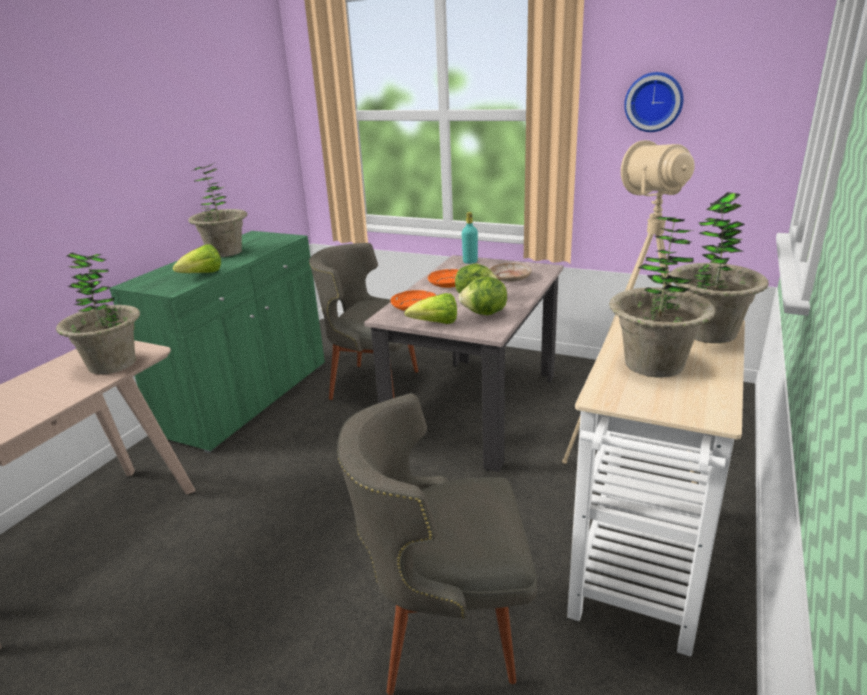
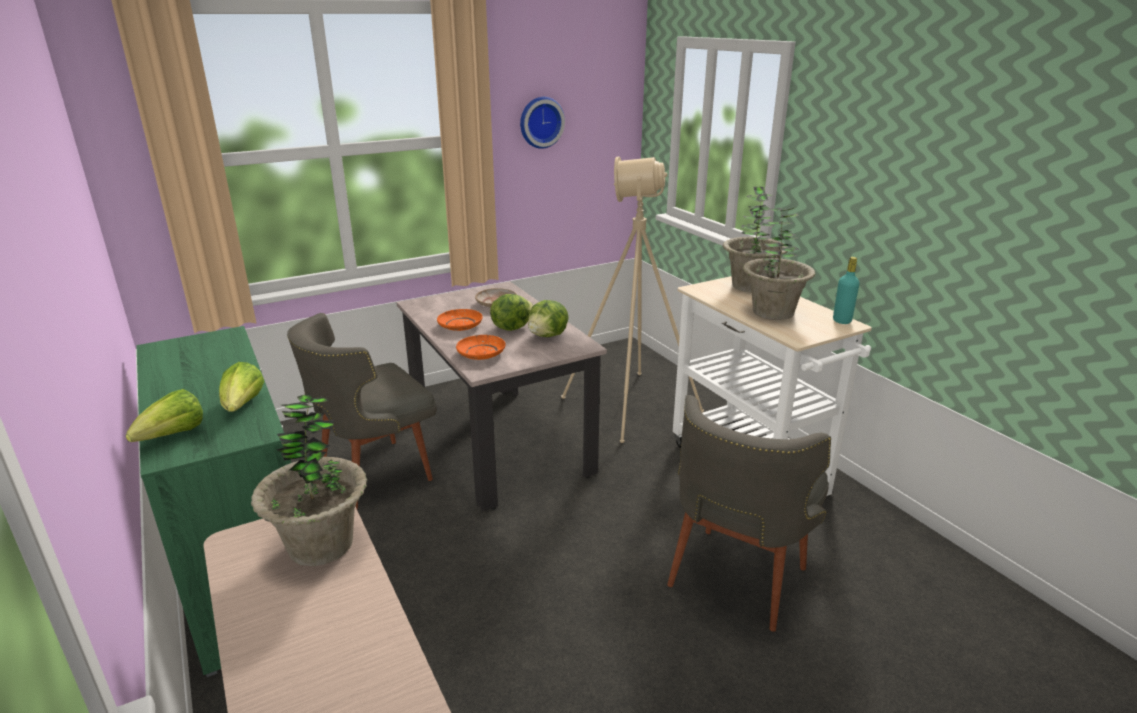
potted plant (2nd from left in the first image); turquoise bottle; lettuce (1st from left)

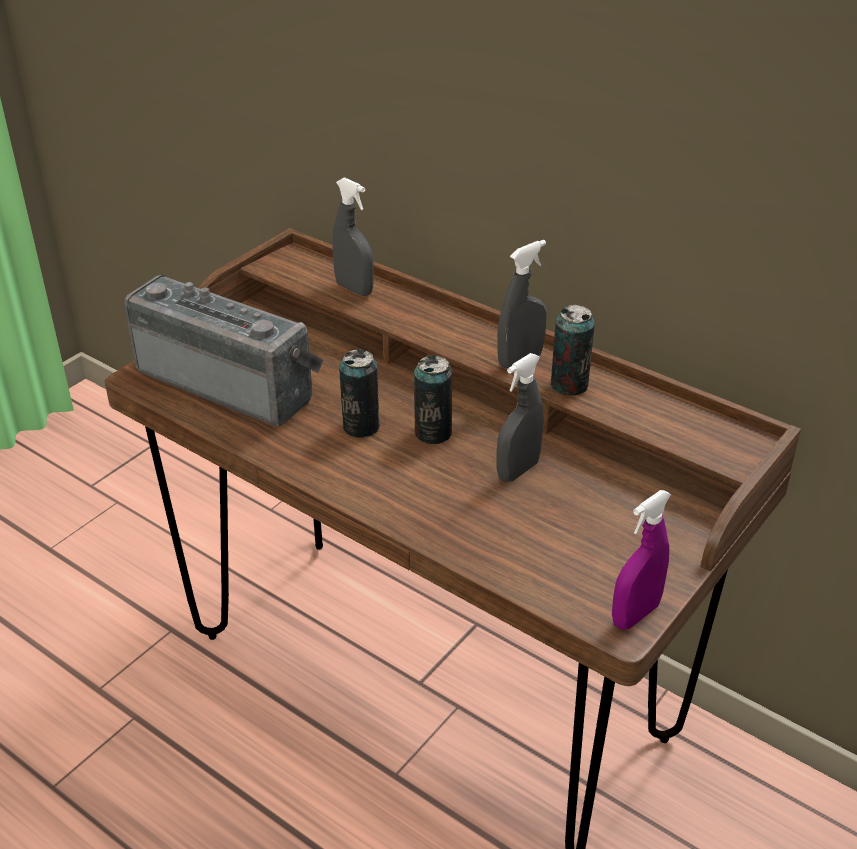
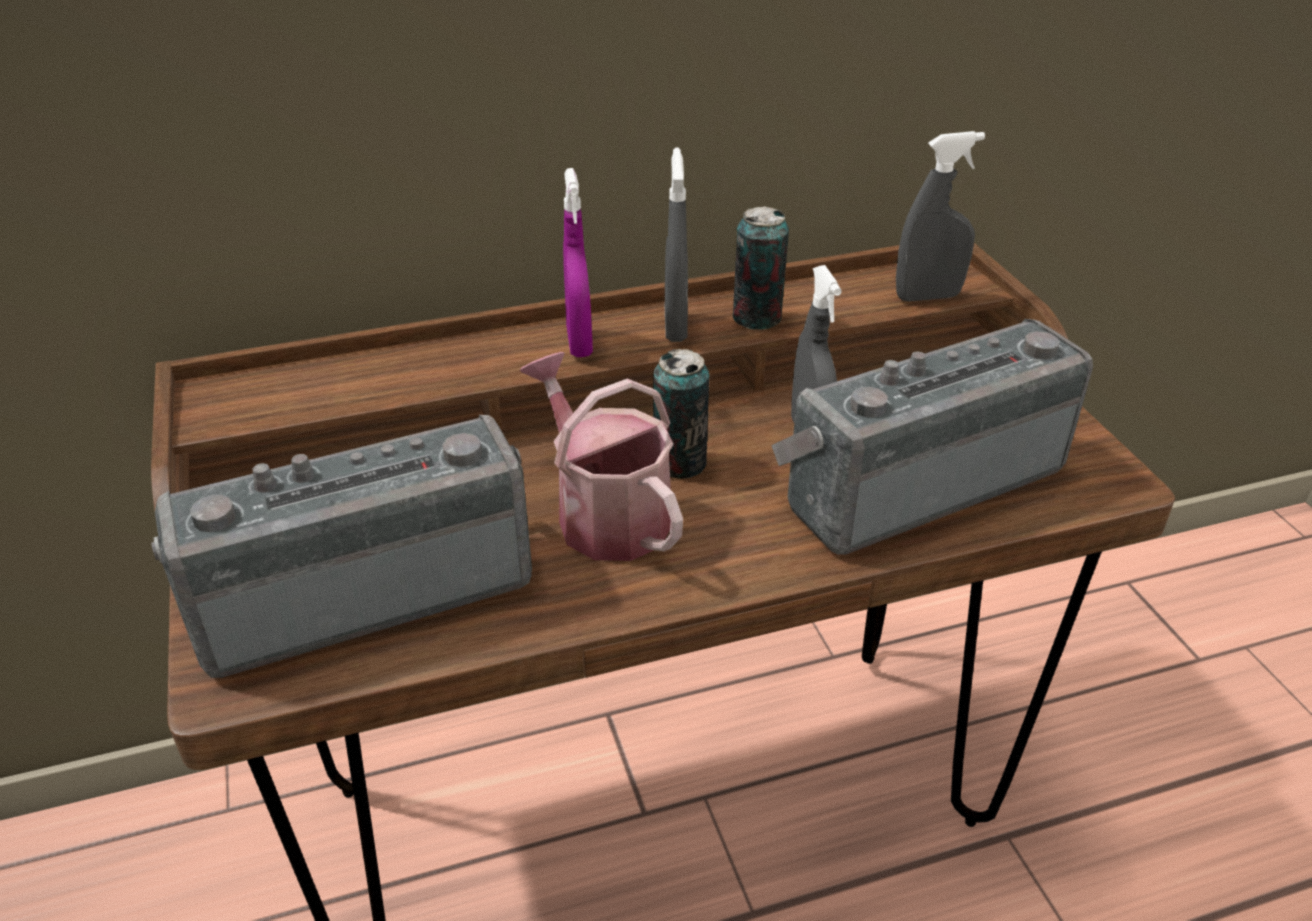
grey spray bottle (3rd from left); watering can; purple spray bottle; radio (2nd from left)

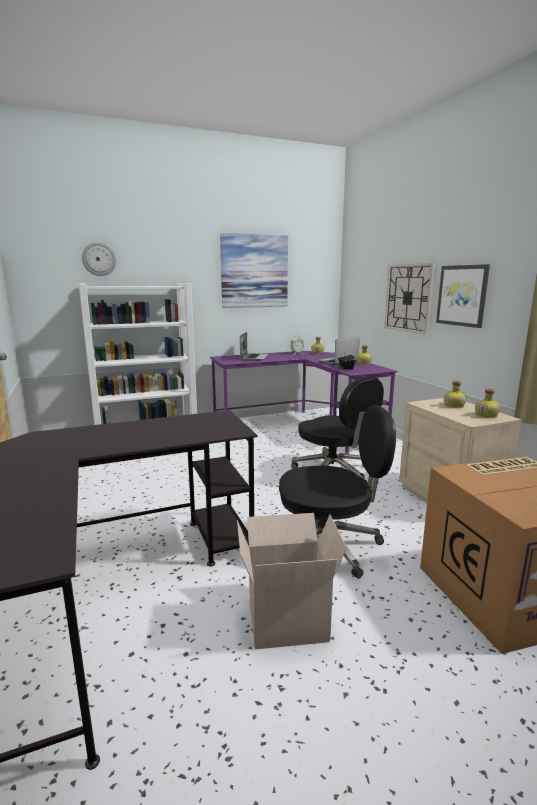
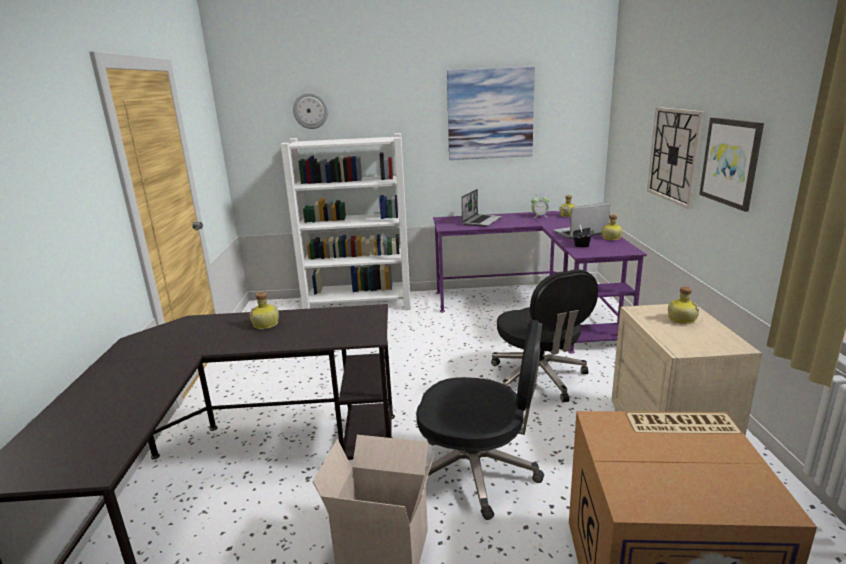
bottle (1st from left)

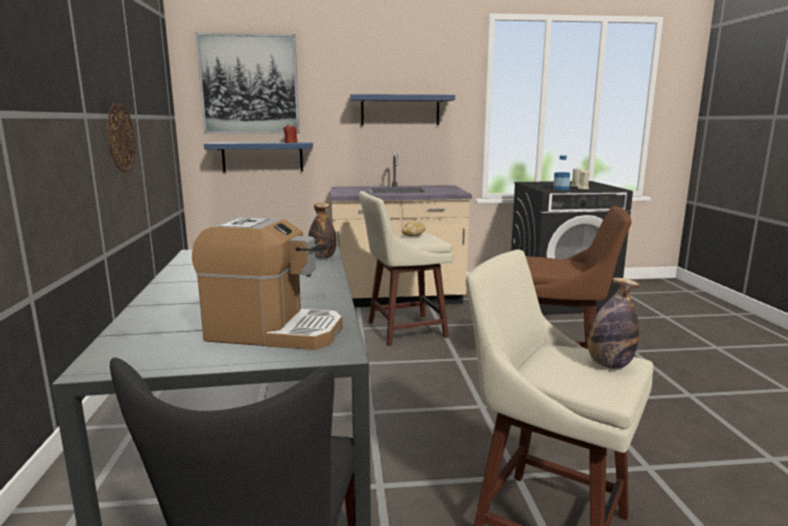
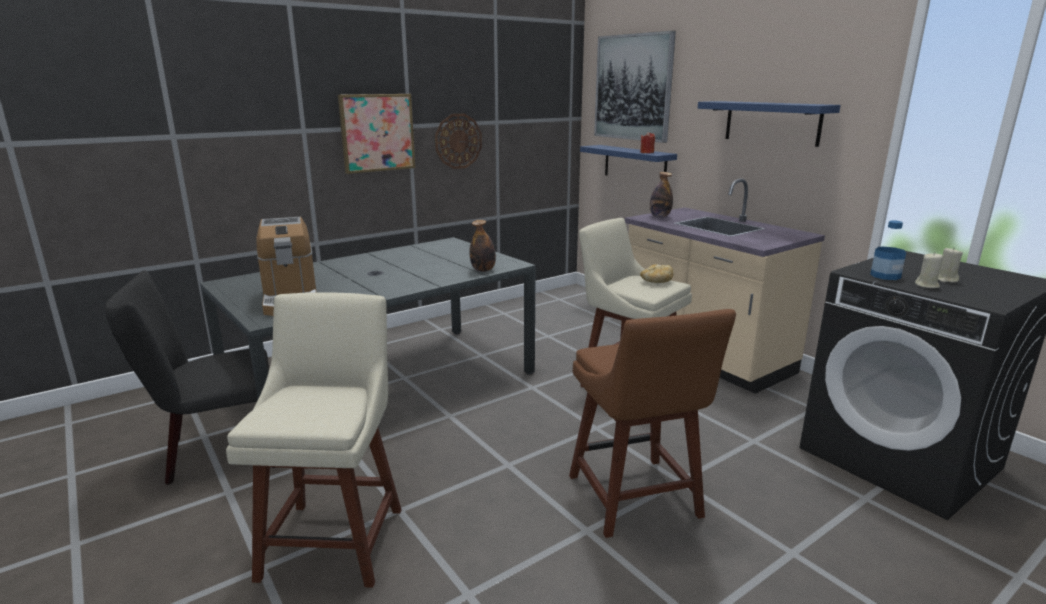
bottle (2nd from left); picture (1st from left)

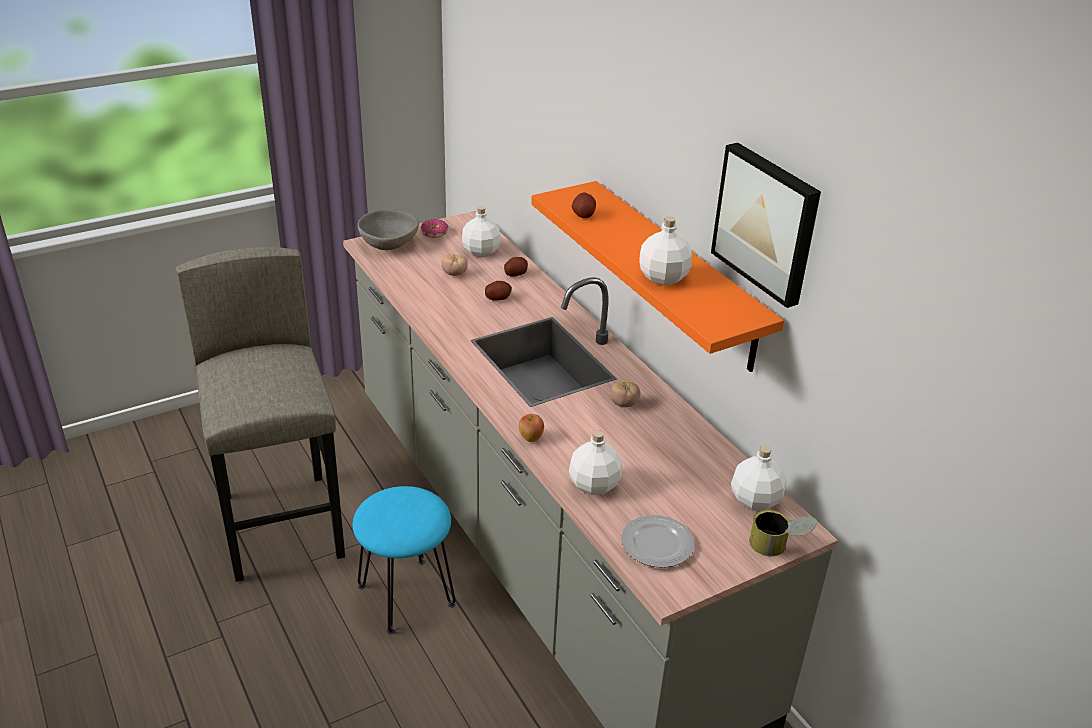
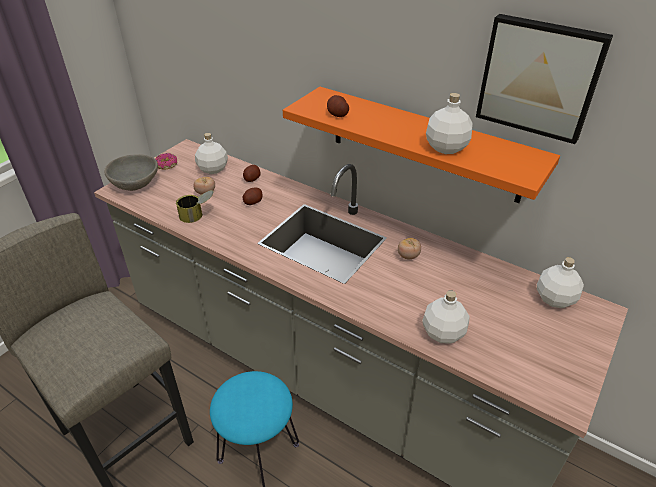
apple; can; plate

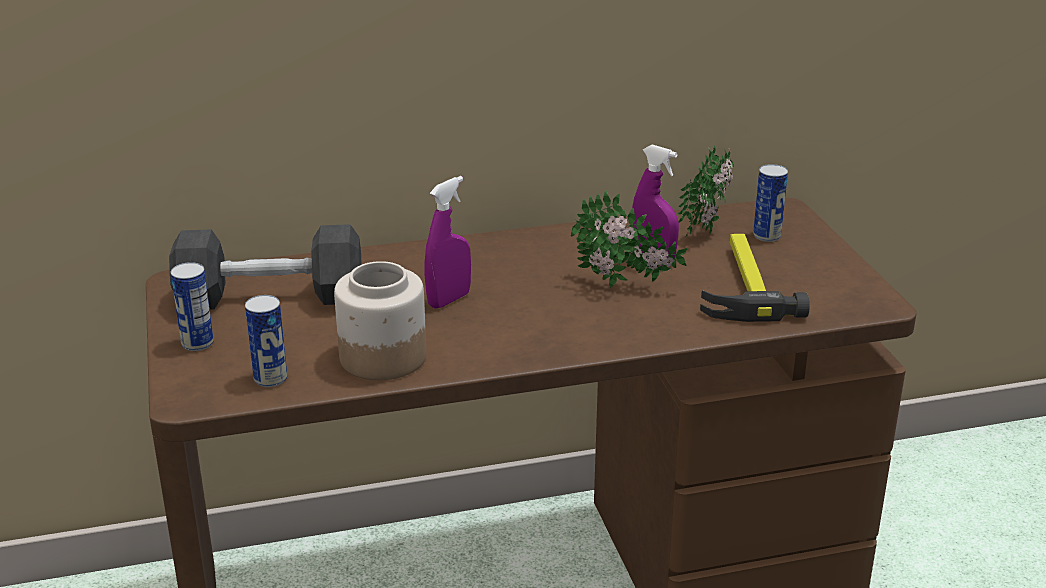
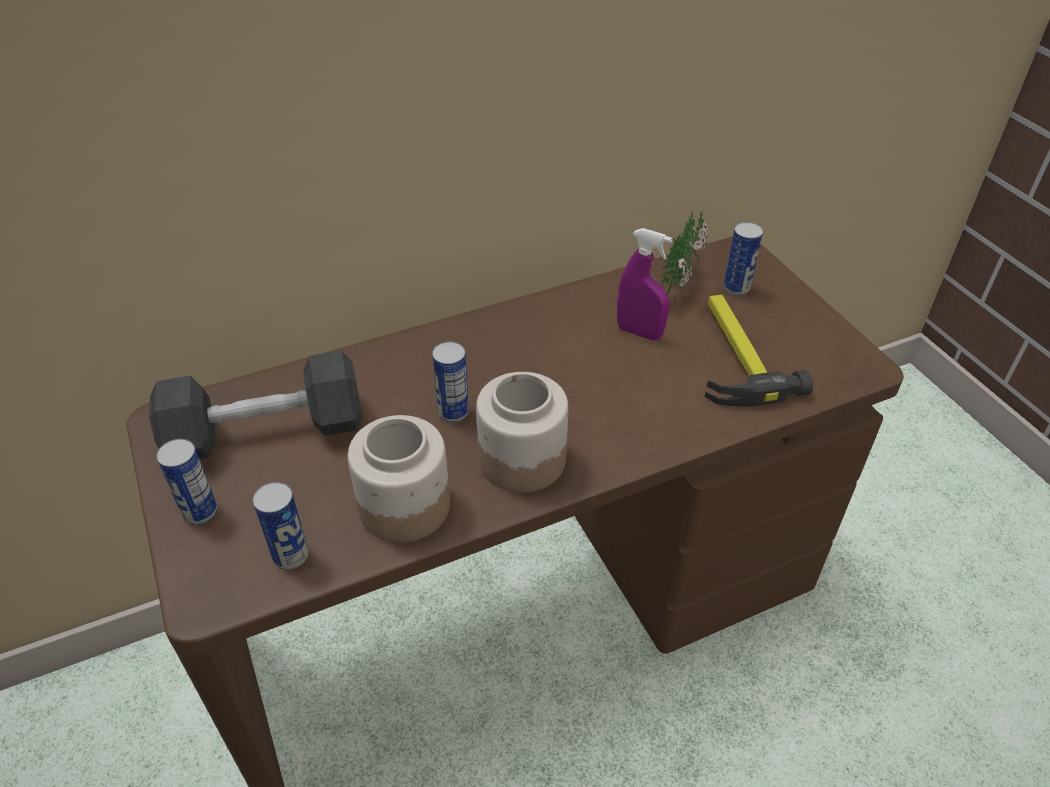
can (3rd from left); potted plant (1st from left in the first image); jar (2nd from left)

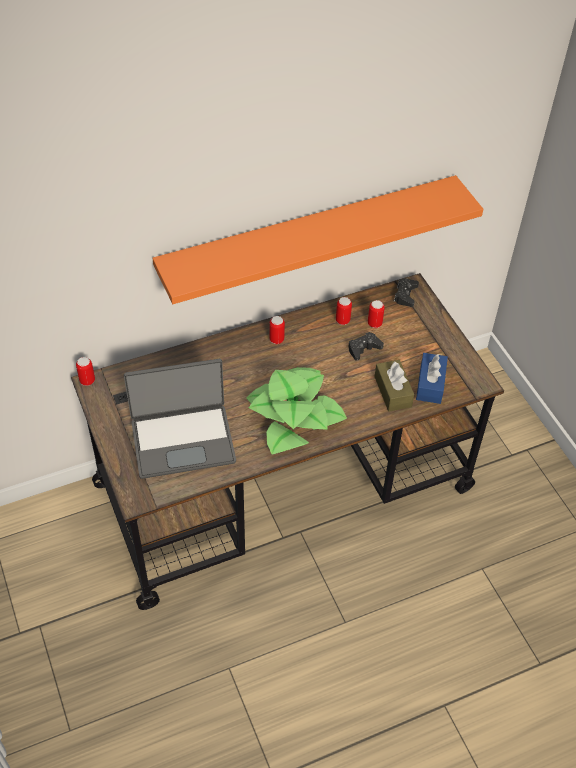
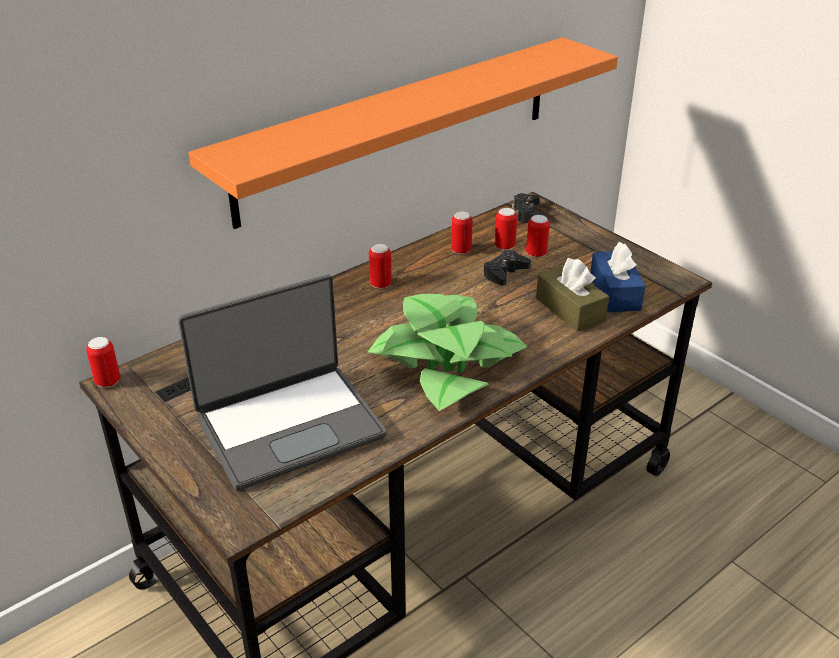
can (5th from left)

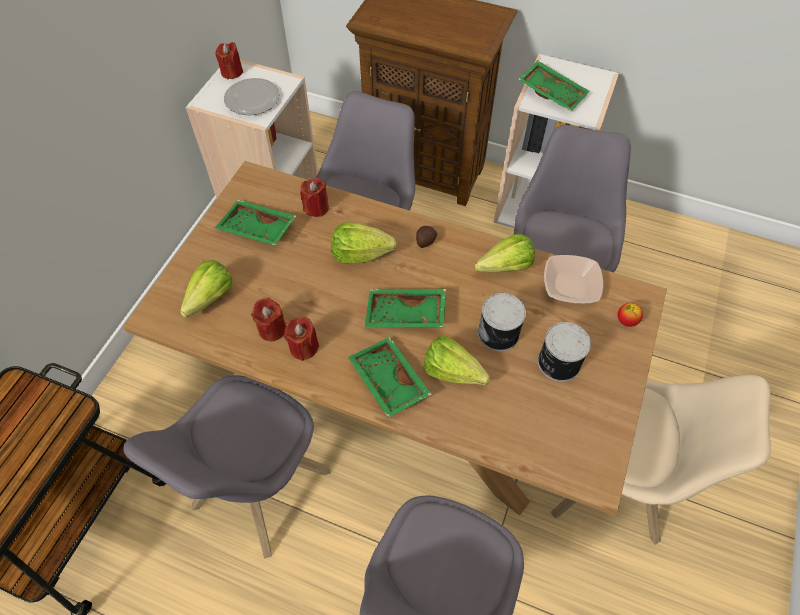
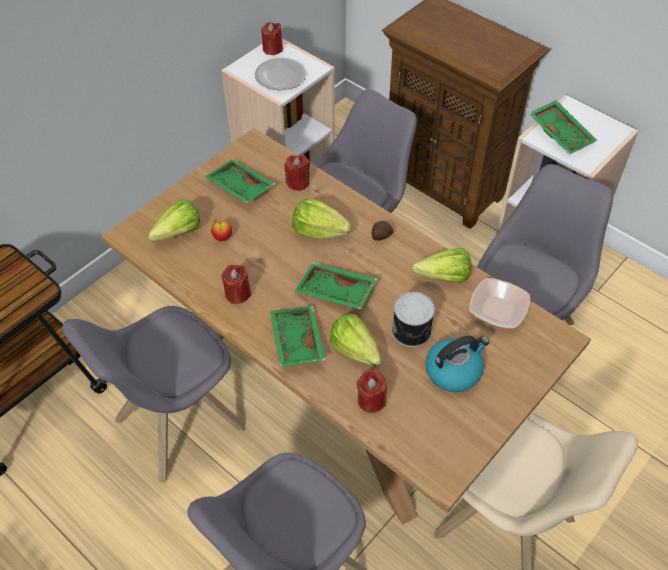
red candle (4th from left); apple; kettle

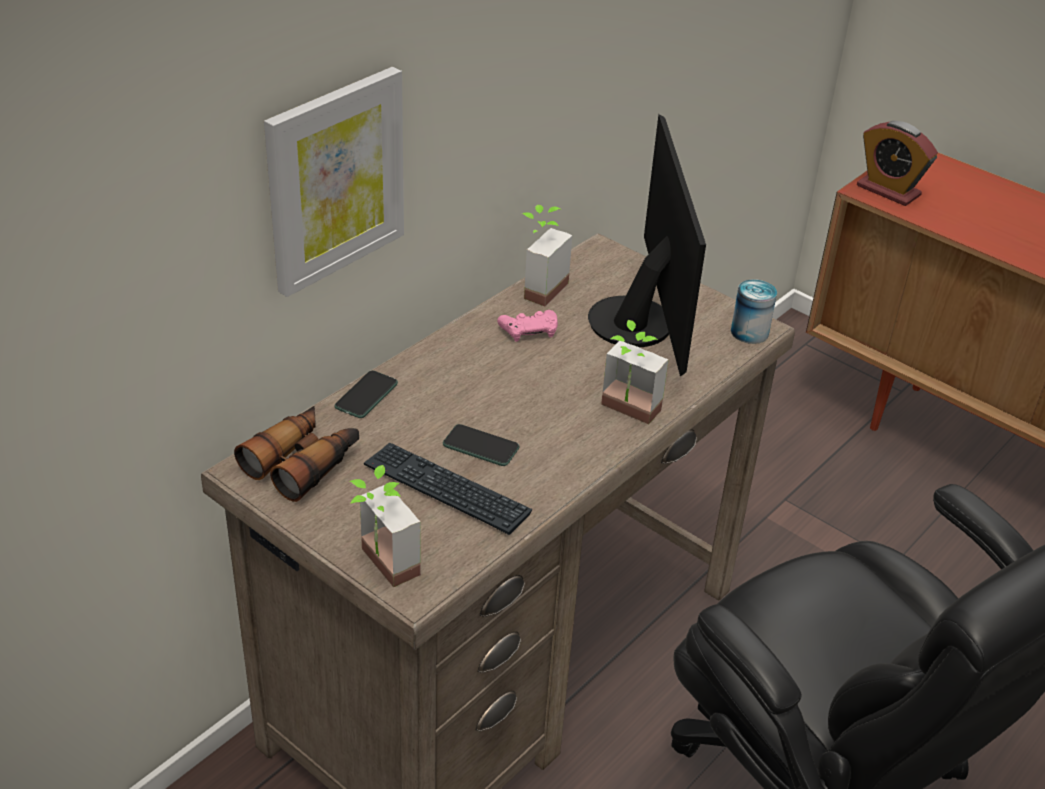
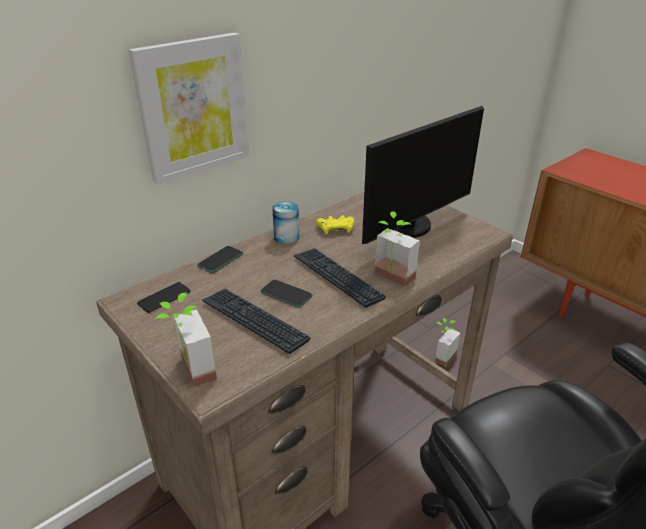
monitor; alarm clock; potted plant (3rd from left); can; yellow game controller; phone (1st from left); keyboard (2nd from left)

